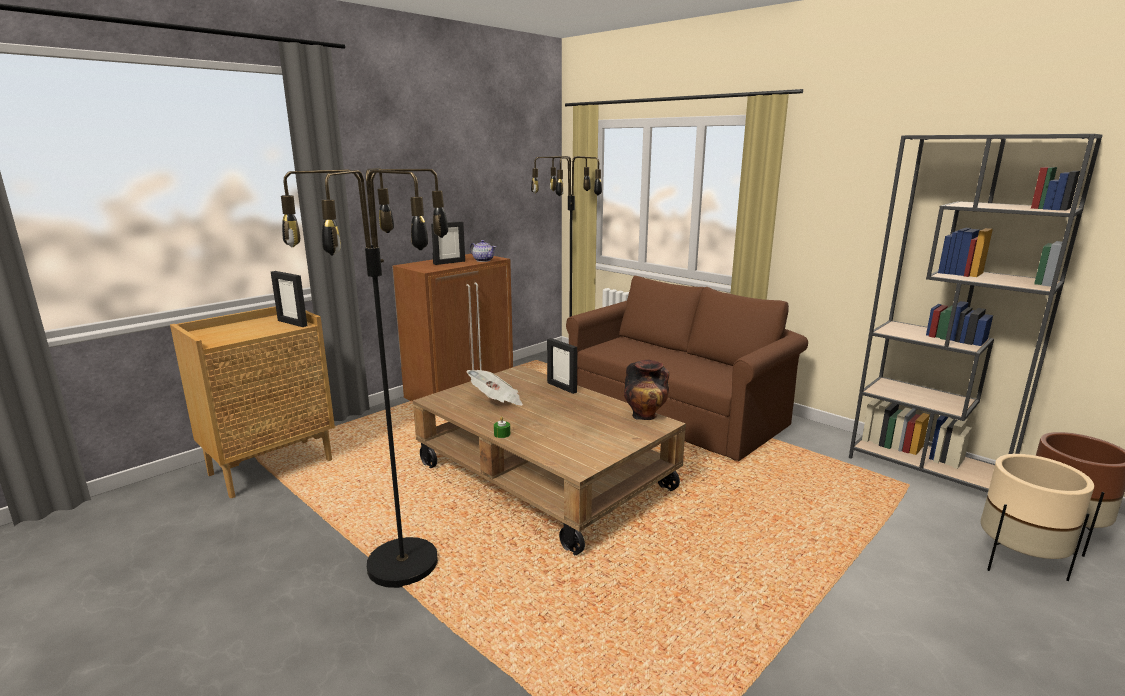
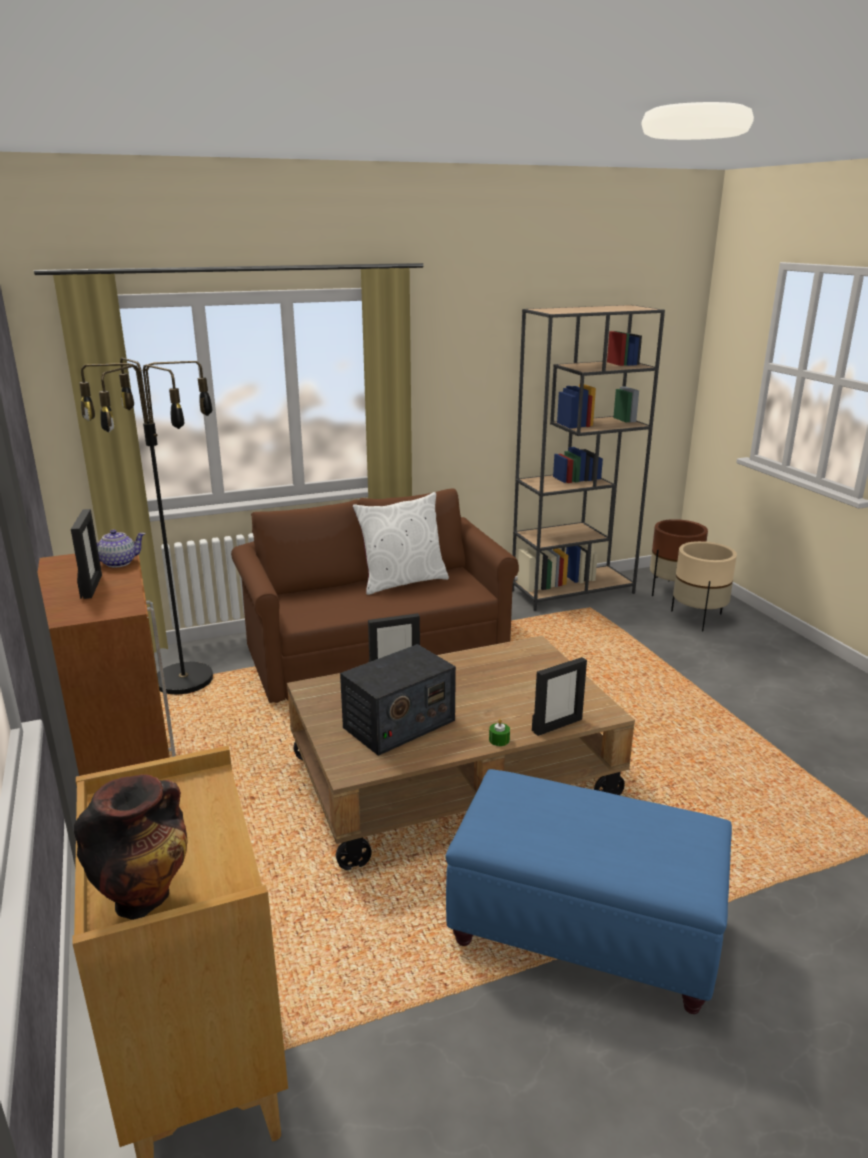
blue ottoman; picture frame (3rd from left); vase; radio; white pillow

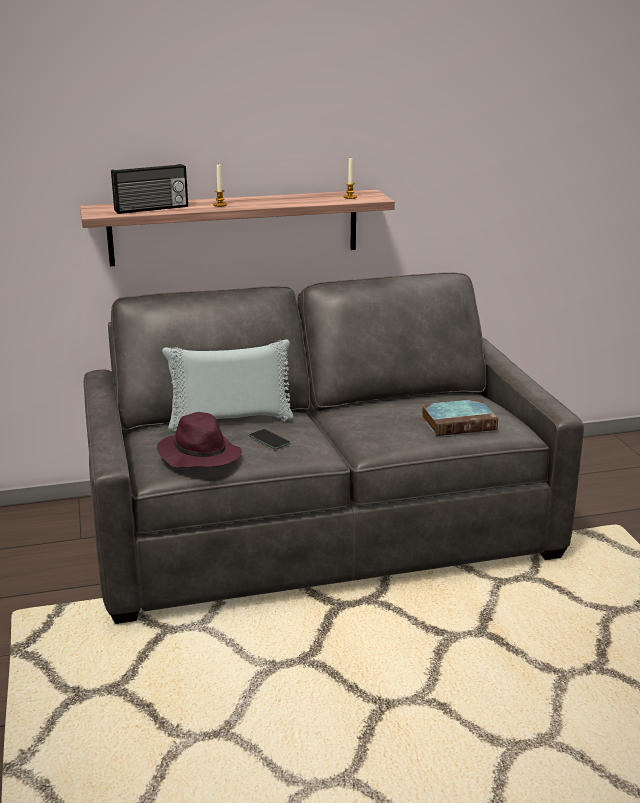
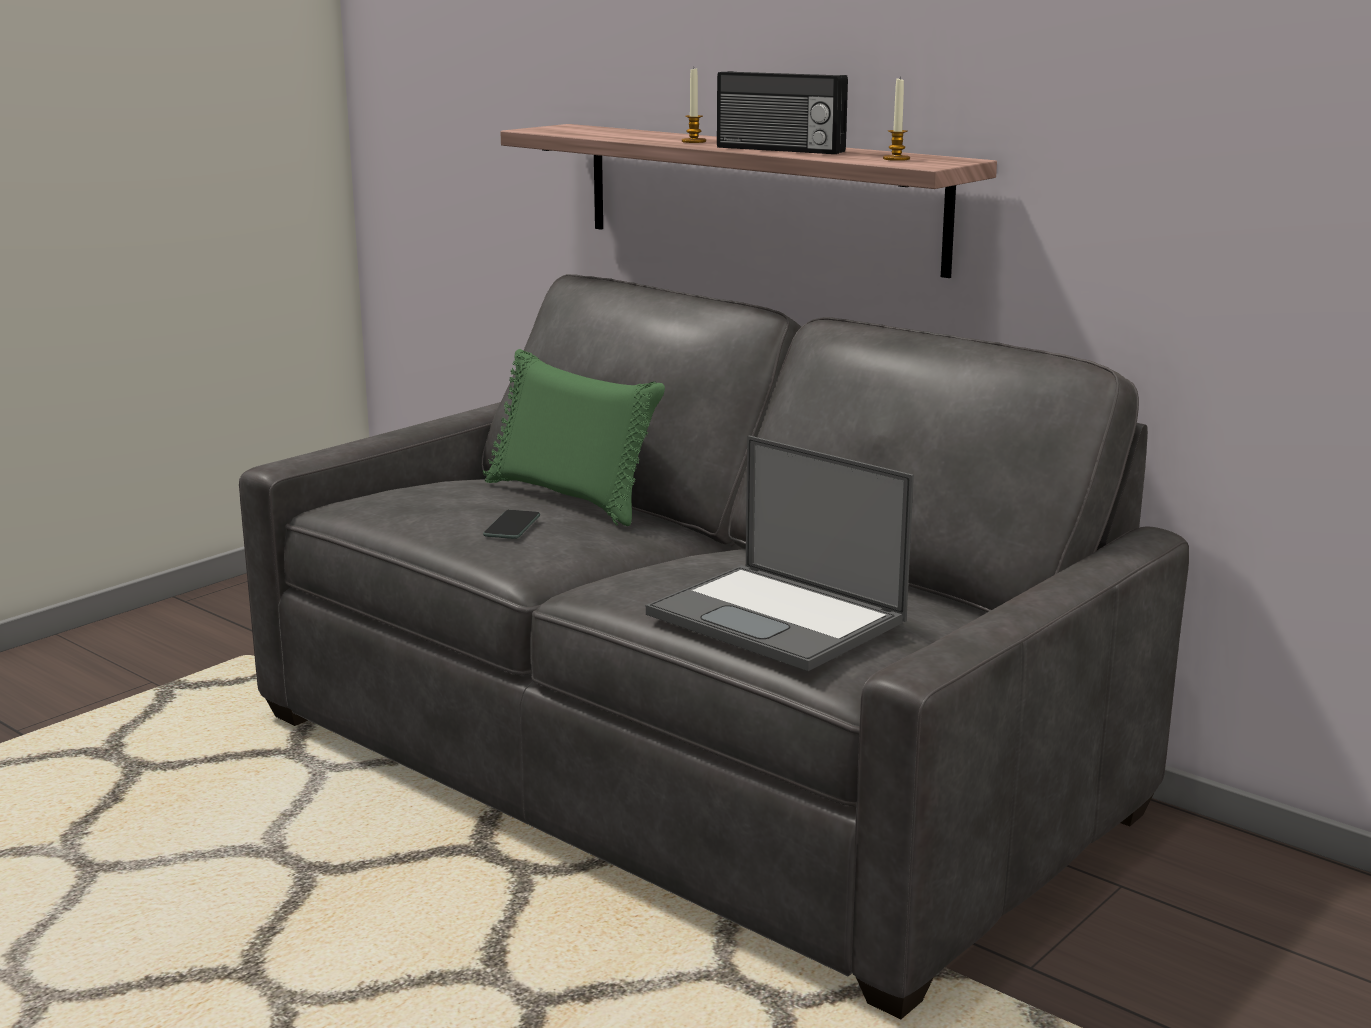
radio; green pillow; laptop; purple hat

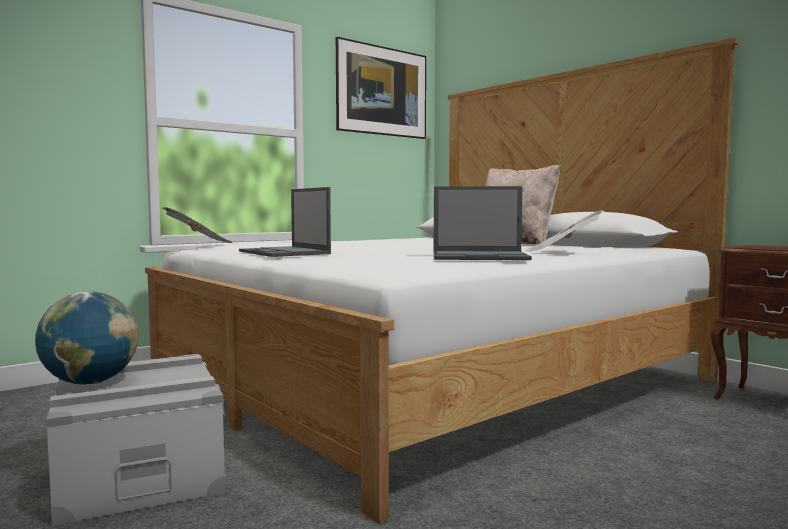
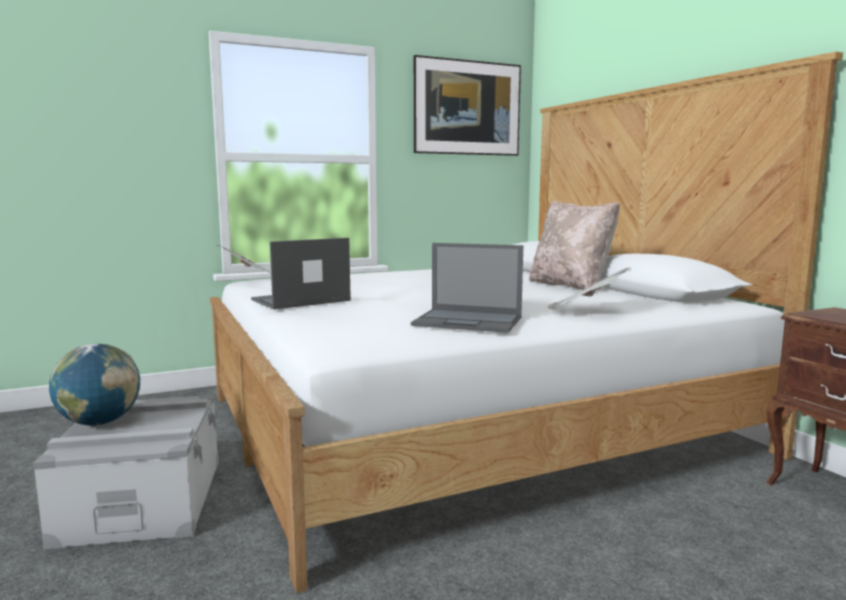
laptop (1st from left)

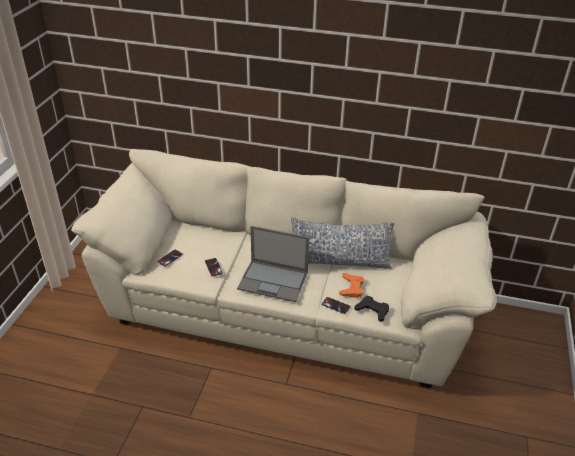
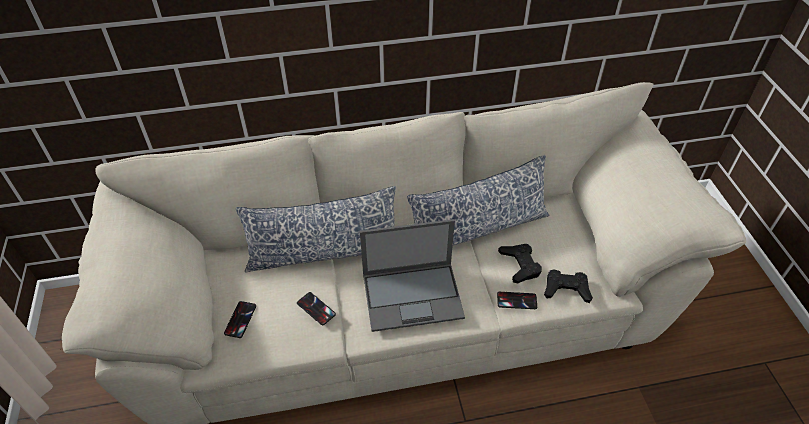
black game controller (1st from left); pillow (1st from left)

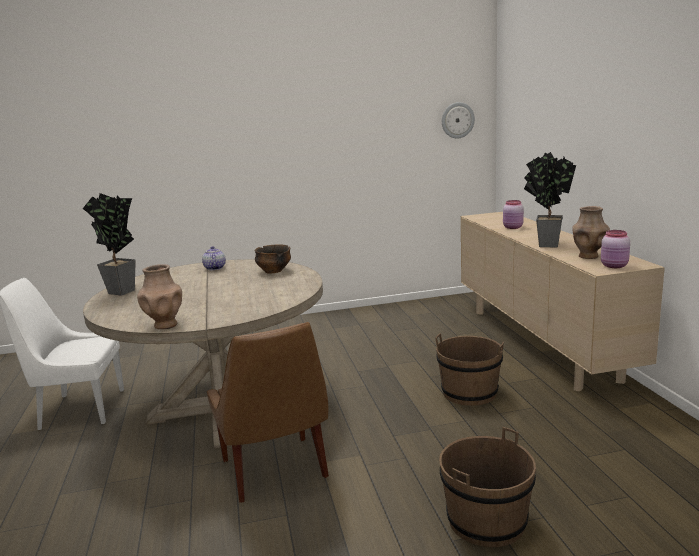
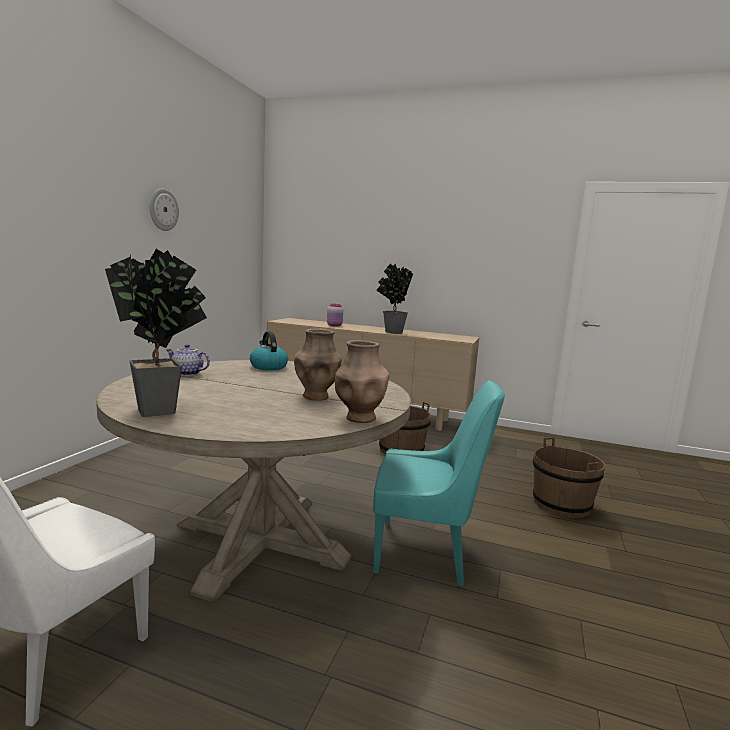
wall clock; brown vase (1st from left); pink jar (2nd from left in the first image); kettle; turquoise chair

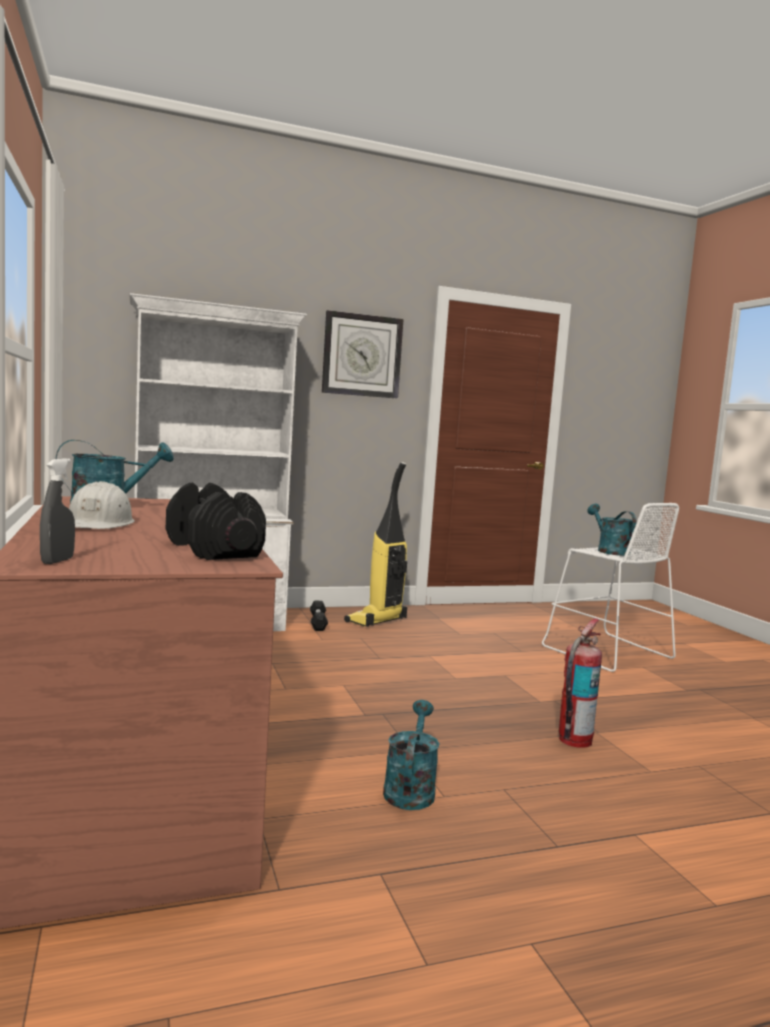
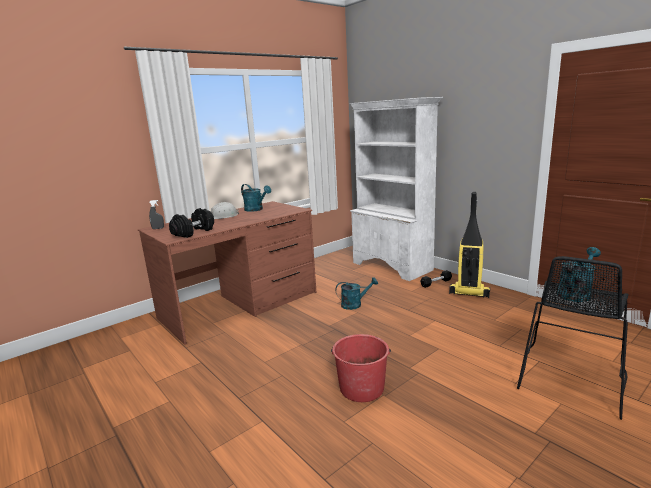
wall clock; black stool; red bucket; turquoise watering can (2nd from left)

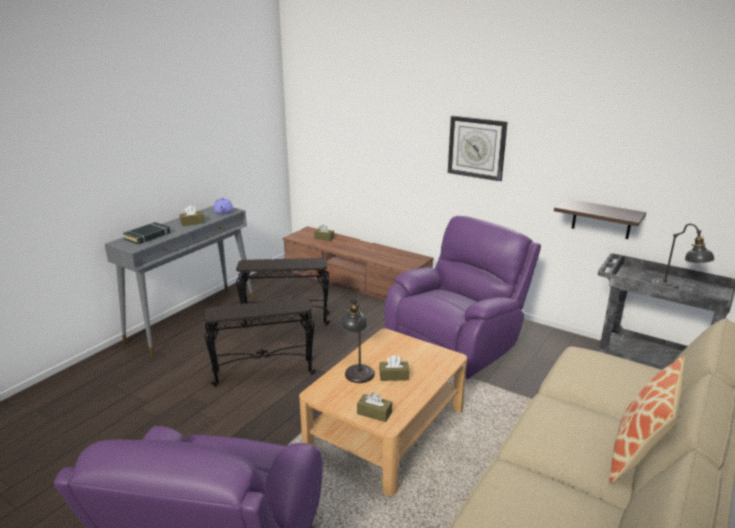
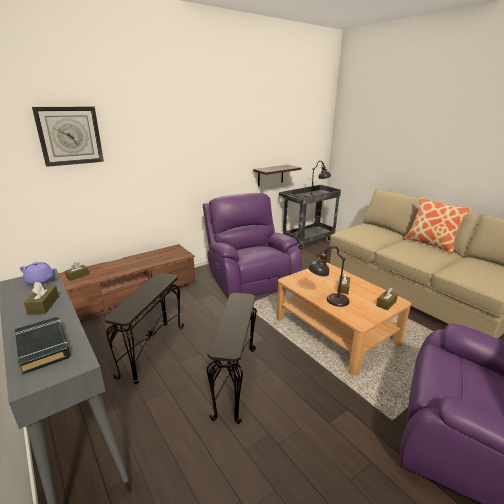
wall clock

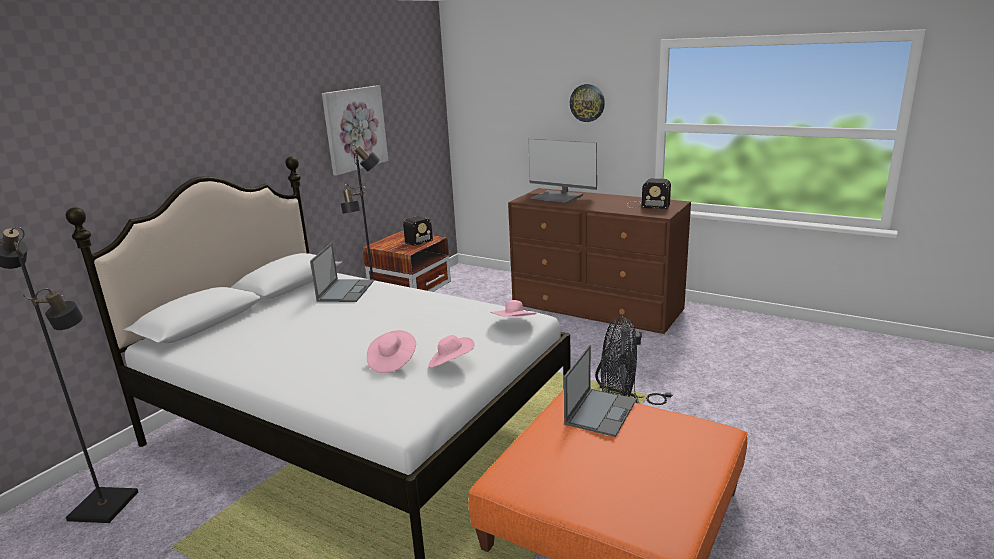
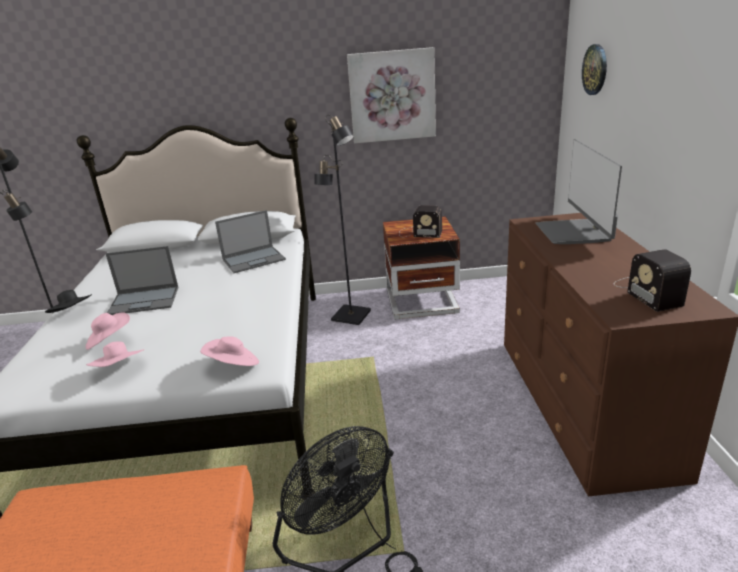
wall clock; laptop (1st from left); black hat

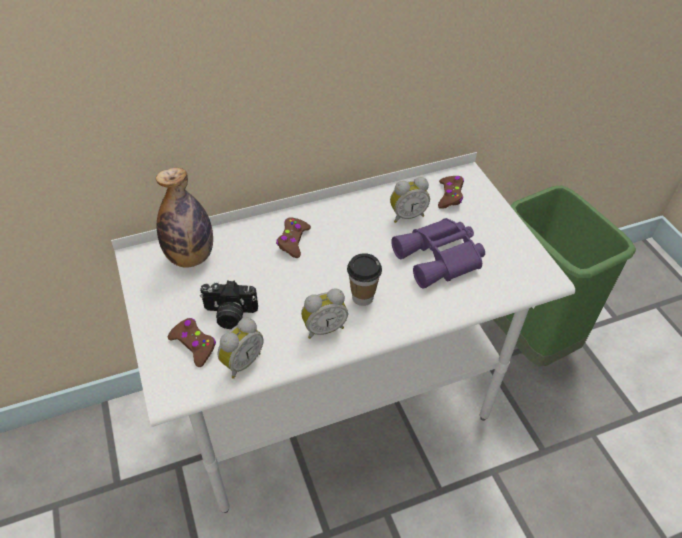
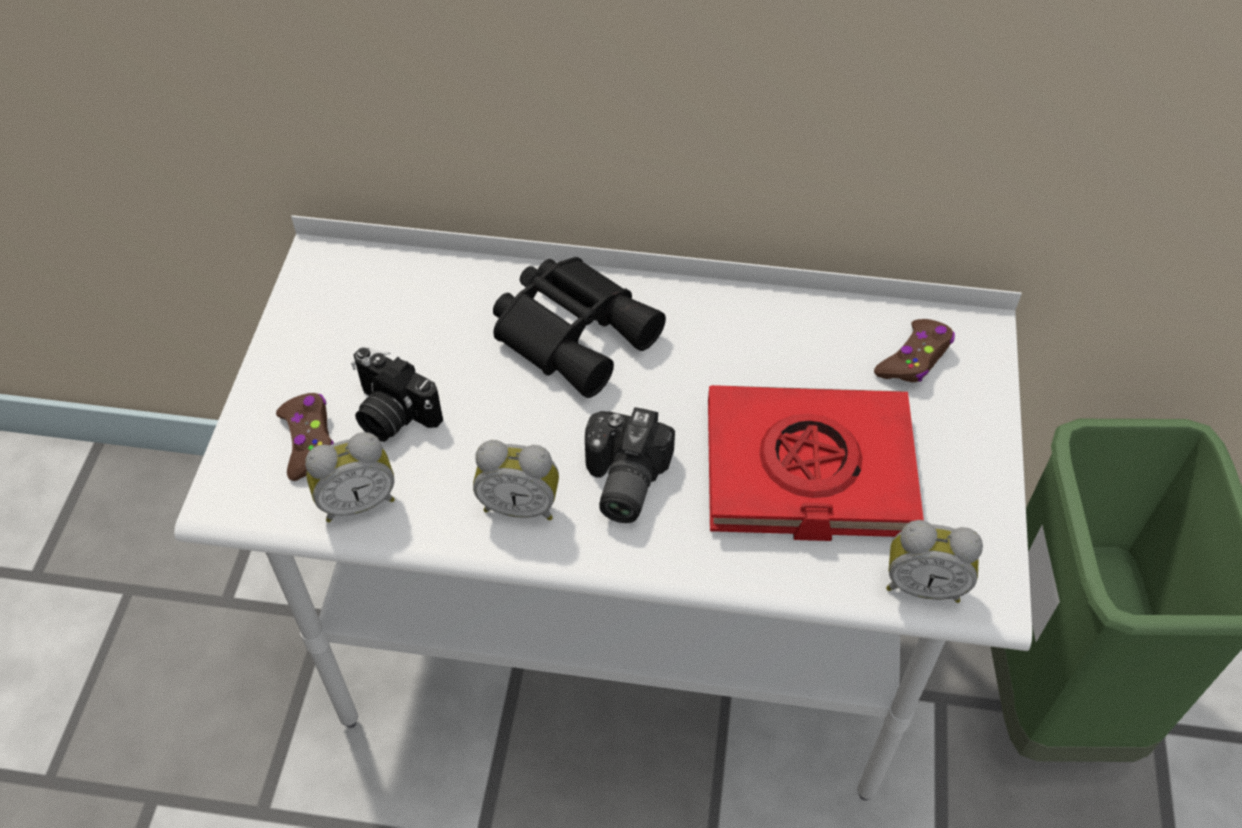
bottle; alarm clock (3rd from left); black binoculars; red book; photo camera (2nd from left)

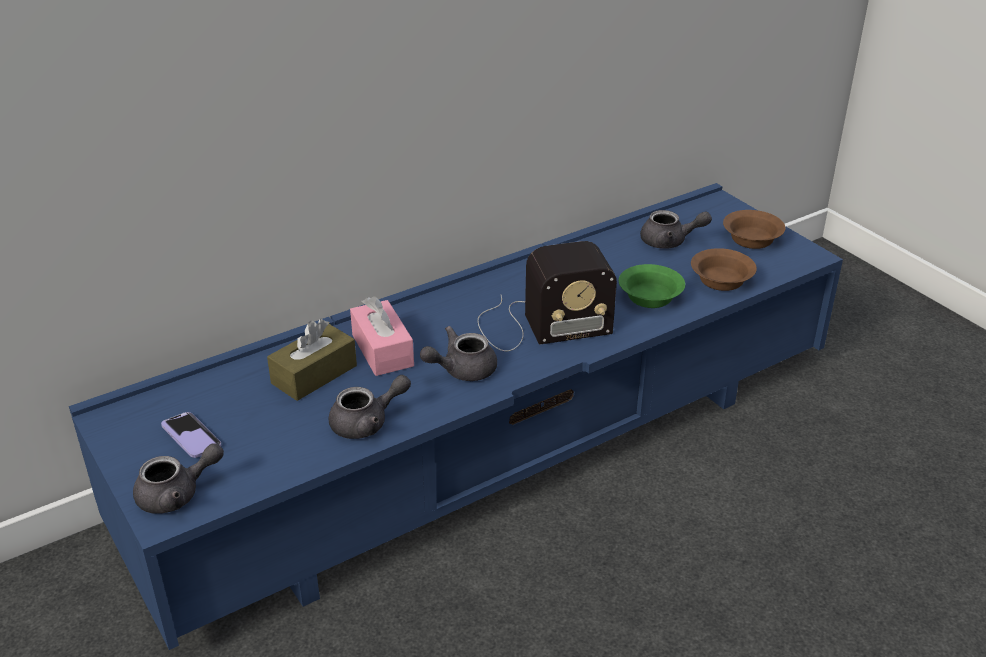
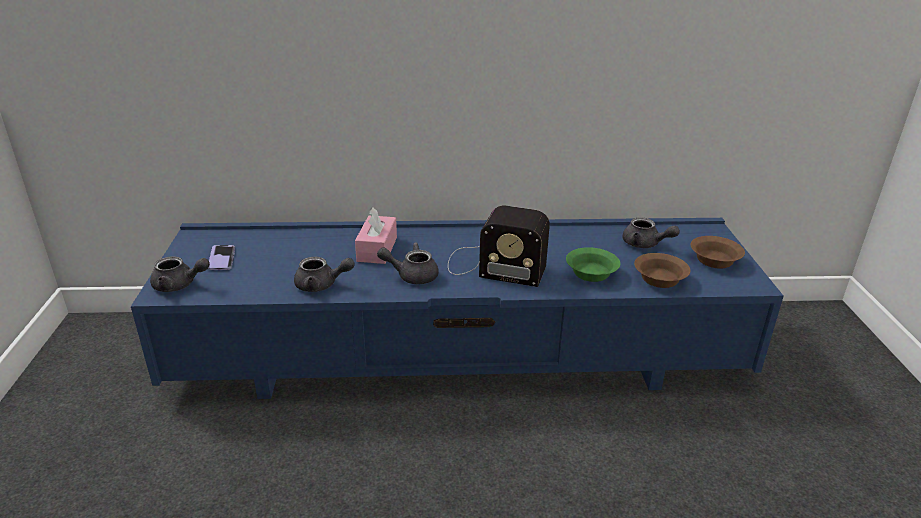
brown tissue box

